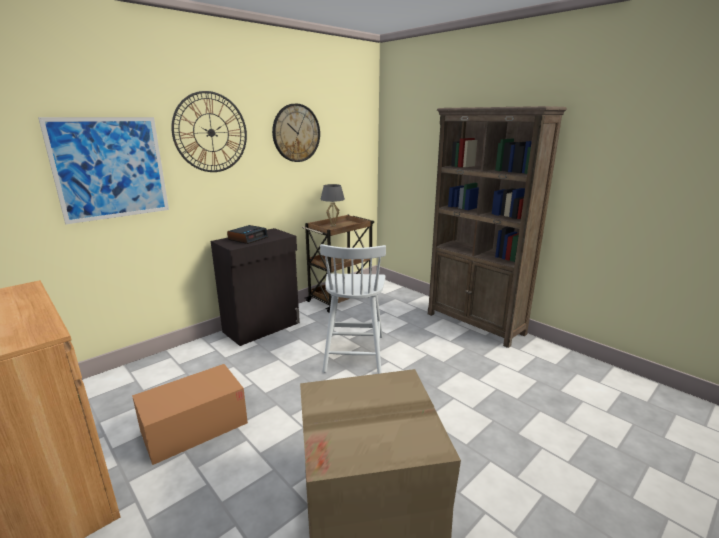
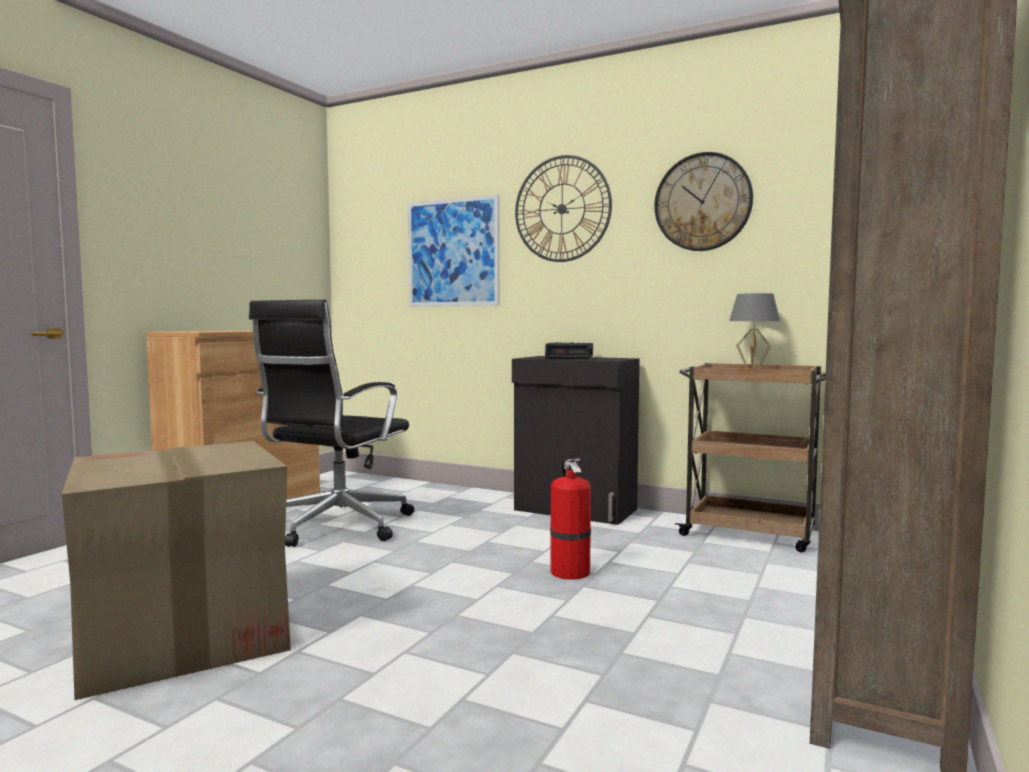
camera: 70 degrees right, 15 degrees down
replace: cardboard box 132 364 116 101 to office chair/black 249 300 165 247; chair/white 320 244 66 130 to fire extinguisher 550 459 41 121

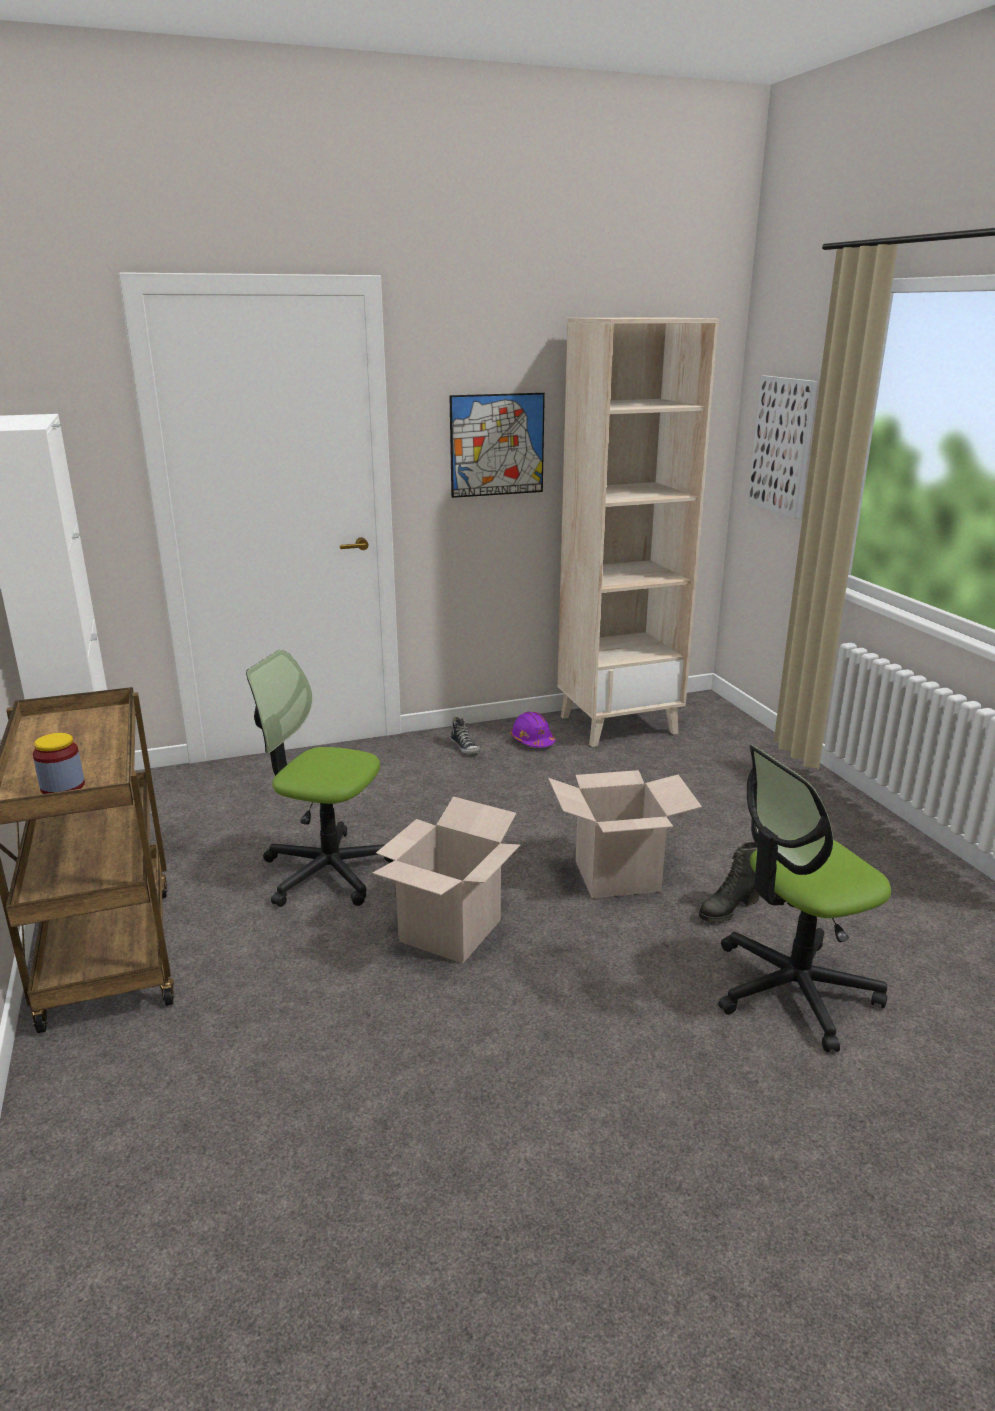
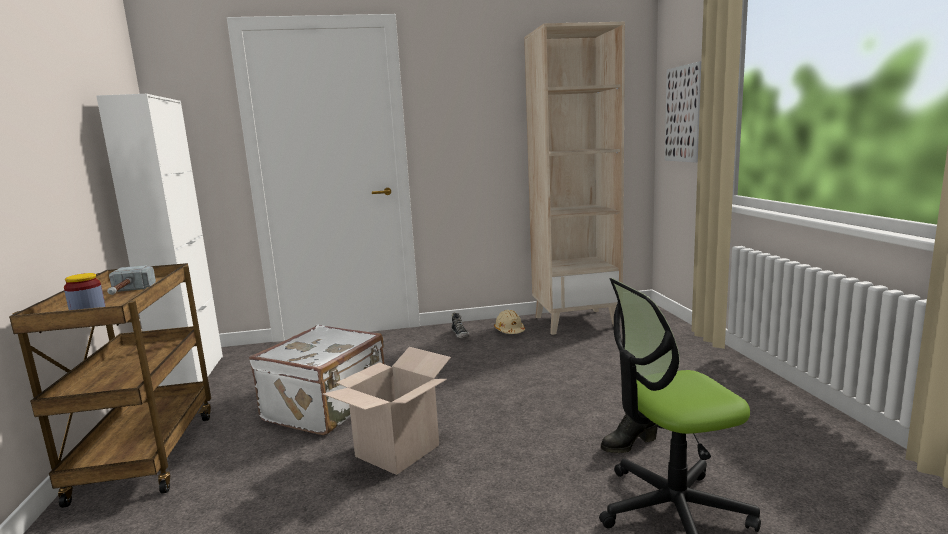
camera: 10 degrees right, 10 degrees down
delete: picture 449 393 96 105; cardboard box 548 770 154 128
insert: hammer 107 265 49 30
replace: office chair 246 650 148 257 to suitcase/white 249 325 135 110
recolor: hard hat/purple 511 712 44 36 to hard hat/beige 494 310 31 24

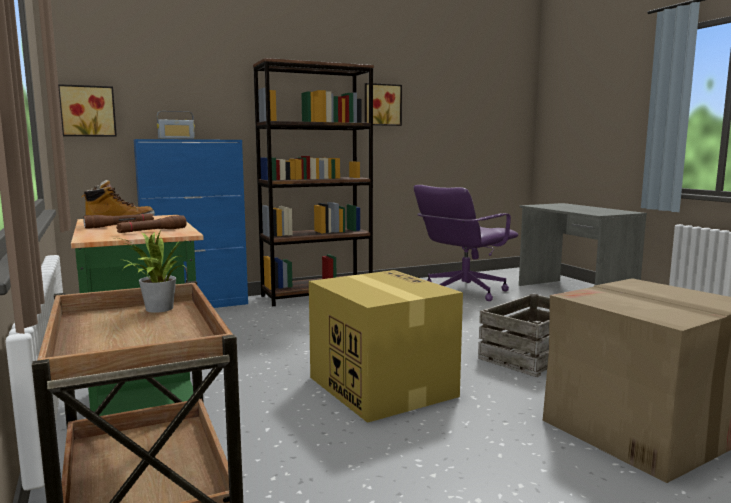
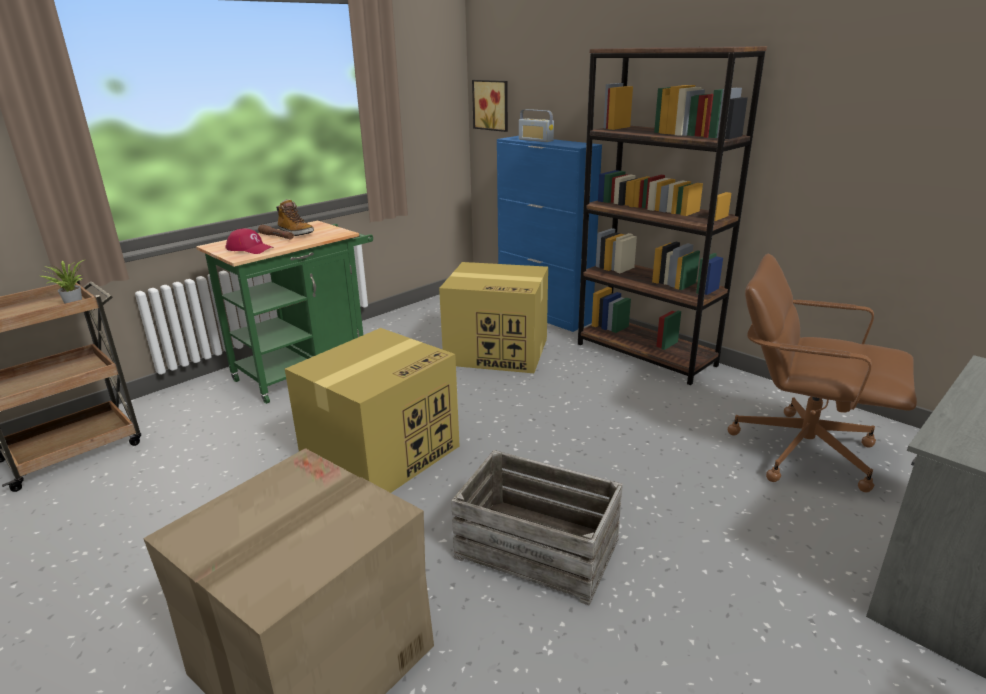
camera: 70 degrees right, 15 degrees up
delete: picture 365 83 37 43
insert: cardboard box 439 262 109 111
replace: flashlight/brown 116 215 71 18 to cap/red 225 228 49 26
recolor: office chair/purple 414 185 104 116 to office chair/brown 728 254 189 238

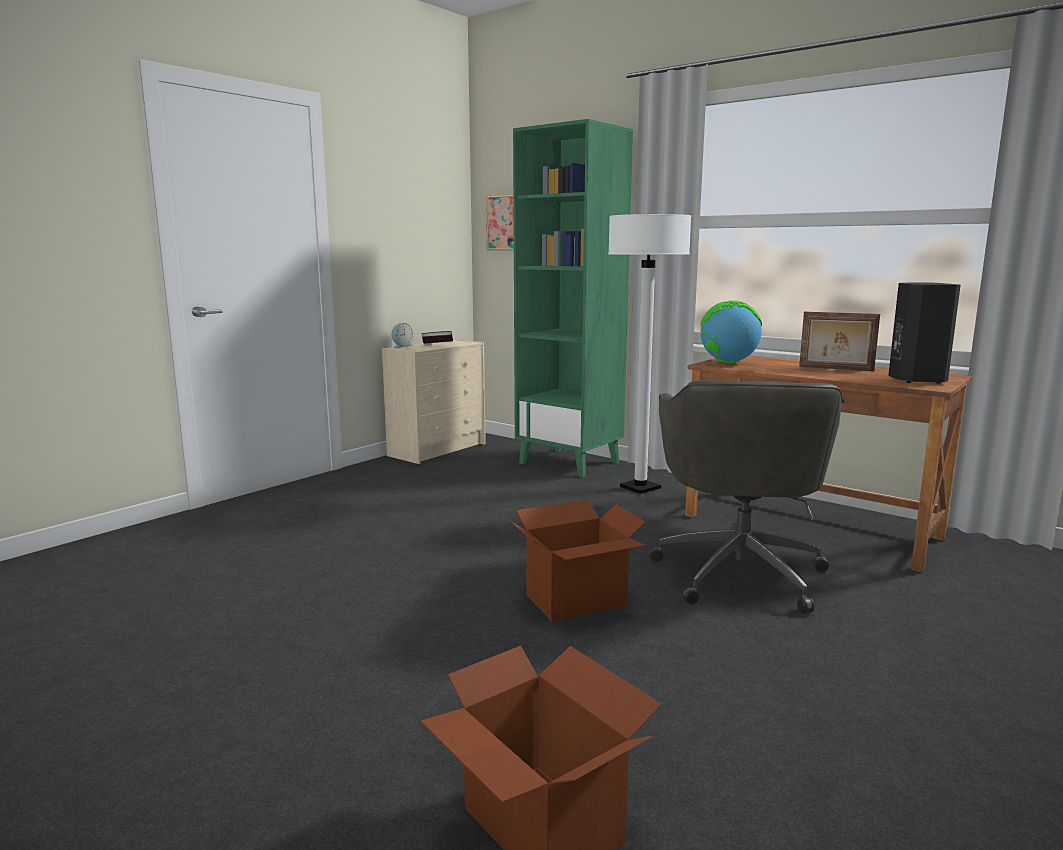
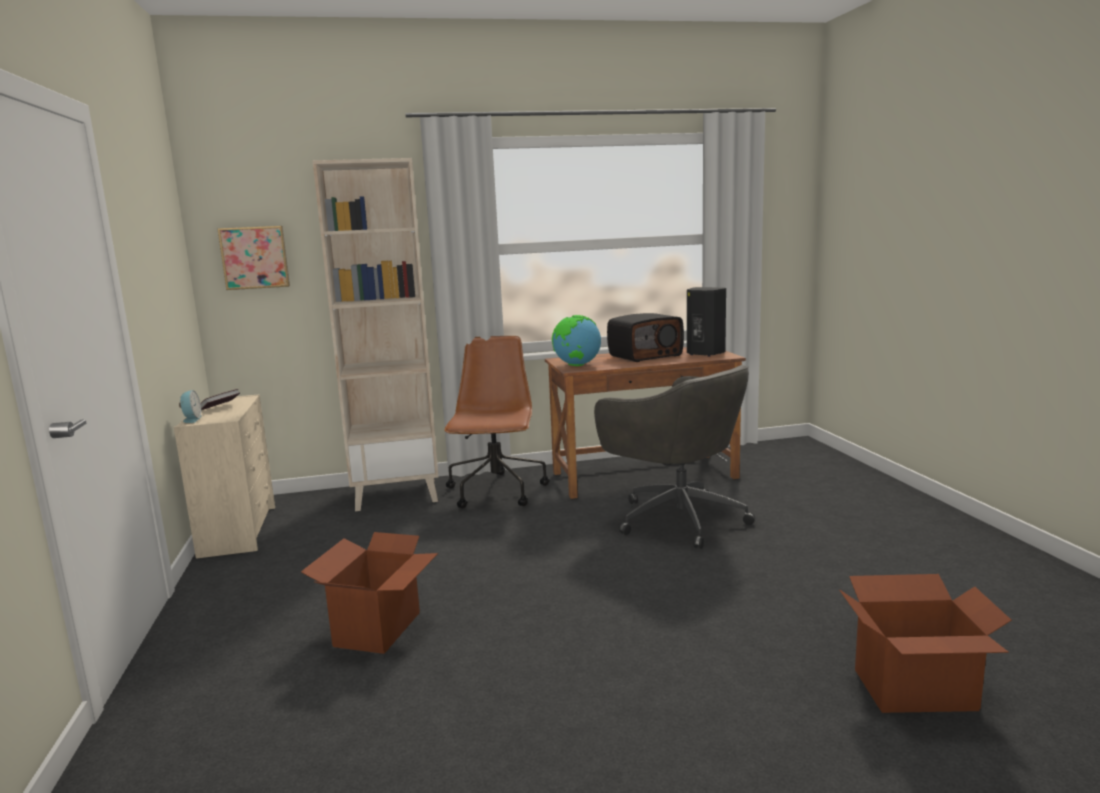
camera: 50 degrees left, 0 degrees up
move: cardboard box 509 500 136 122 to 301 532 137 122
replace: floor lamp/white 608 214 83 280 to office chair/brown 444 336 106 173; picture frame 799 312 81 59 to radio 607 313 77 49
recolor: bookcase/green 513 119 120 359 to bookcase/beige 312 158 126 353

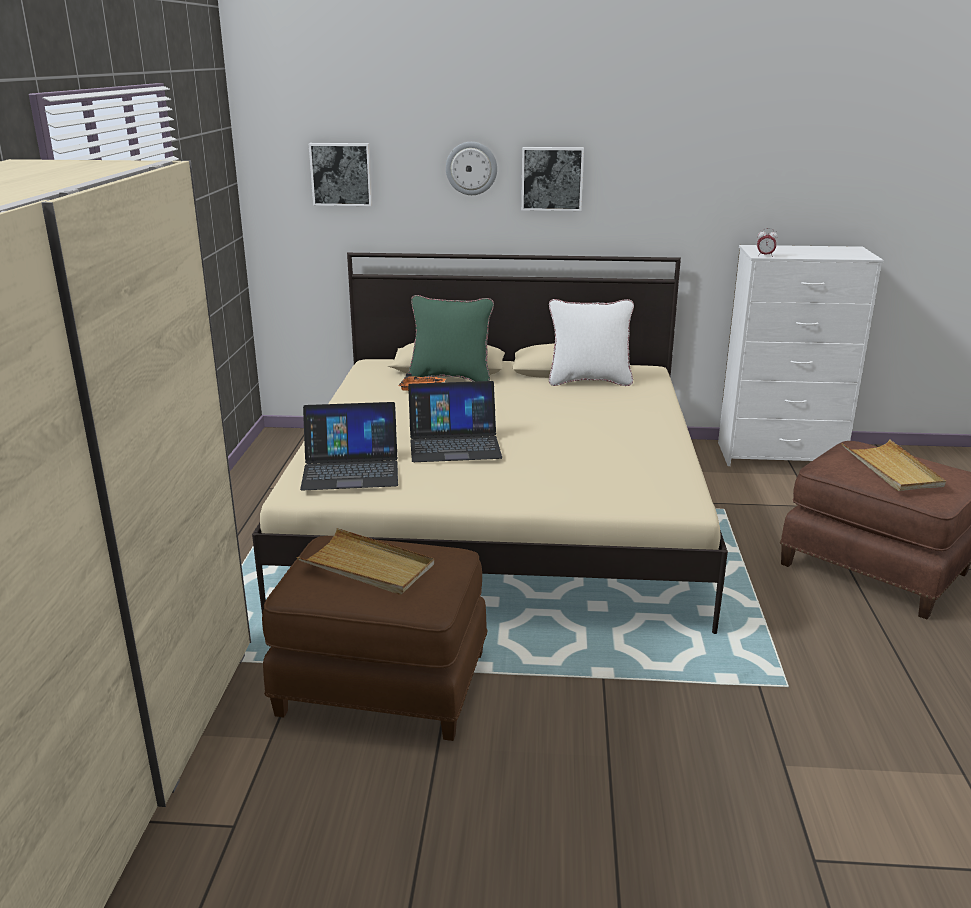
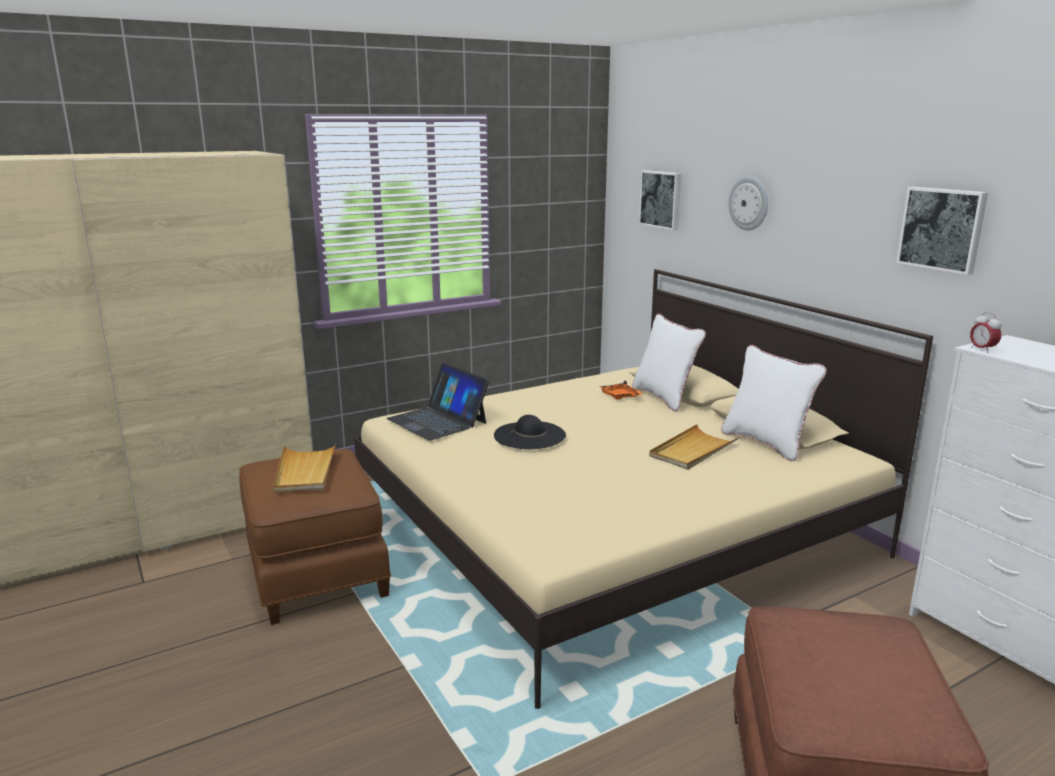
camera: 55 degrees right, 5 degrees down
move: tray/beige 842 439 104 52 to 649 424 90 46; picture 521 147 63 64 to 896 187 92 88
replace: laptop 408 381 94 81 to hat/black 494 415 72 34
recolor: pillow/green 408 295 86 87 to pillow/white 632 314 74 98

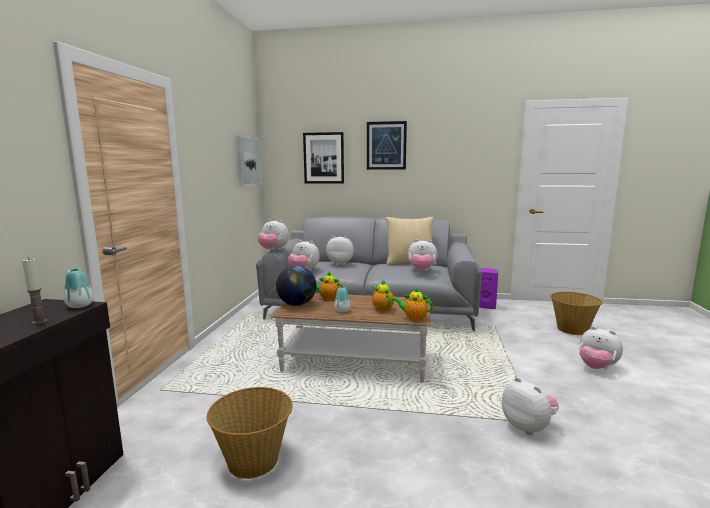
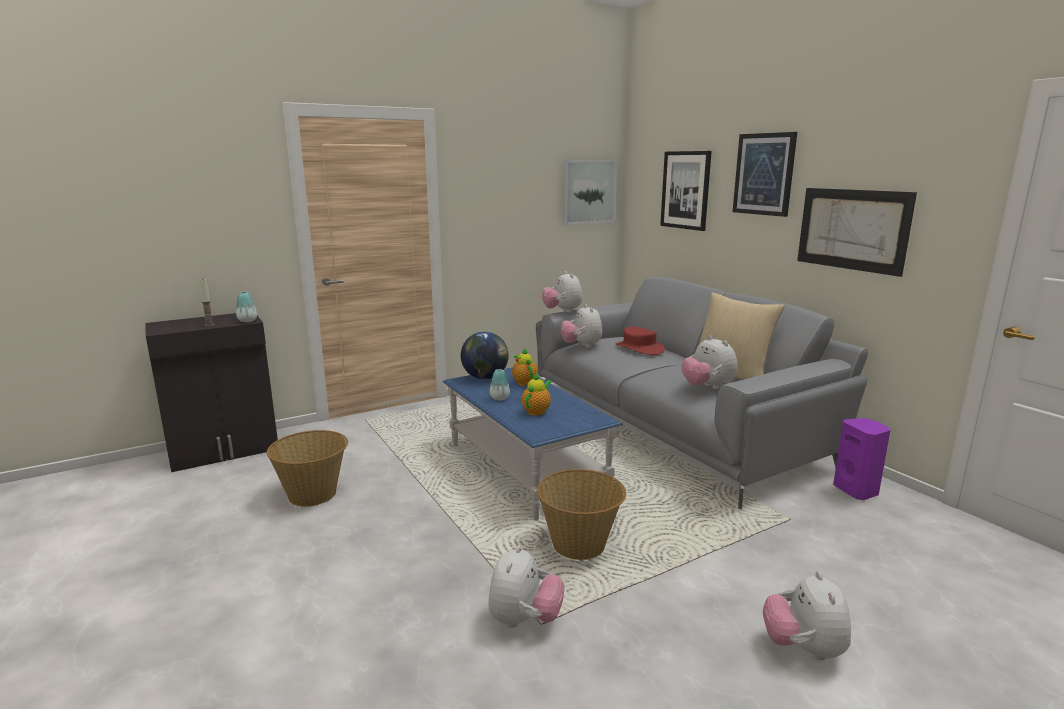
camera: 50 degrees right, 5 degrees up
delete: teapot 392 287 41 34
insert: picture 797 188 120 89
move: basket 550 292 53 43 to 537 469 89 91
replace: plush toy 326 236 28 29 to hat/red 616 327 49 28
recolor: coffee table/brown 271 293 160 90 to coffee table/blue 443 367 180 154

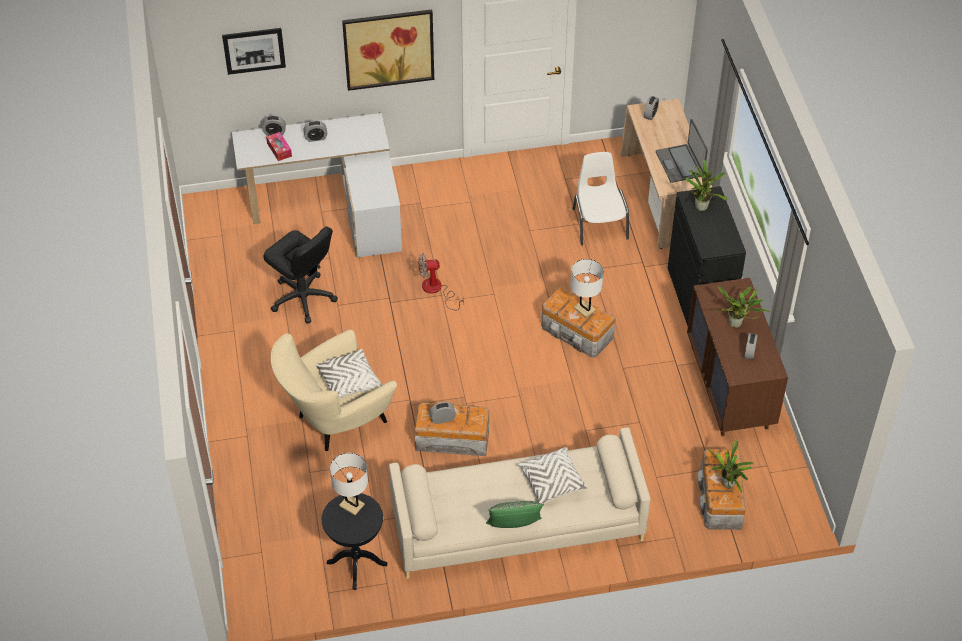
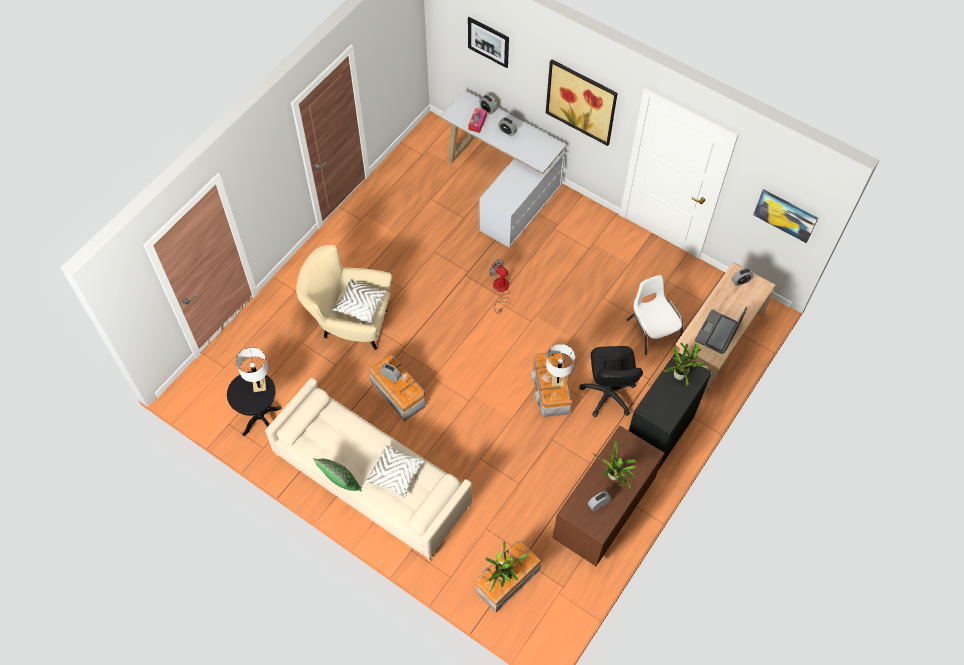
camera: 45 degrees right, 10 degrees up
insert: picture 753 189 65 54
move: office chair/black 263 227 75 96 to 579 346 64 71
rotate: chair/white 573 152 56 93 = 627 275 56 80 60 degrees counterclockwise

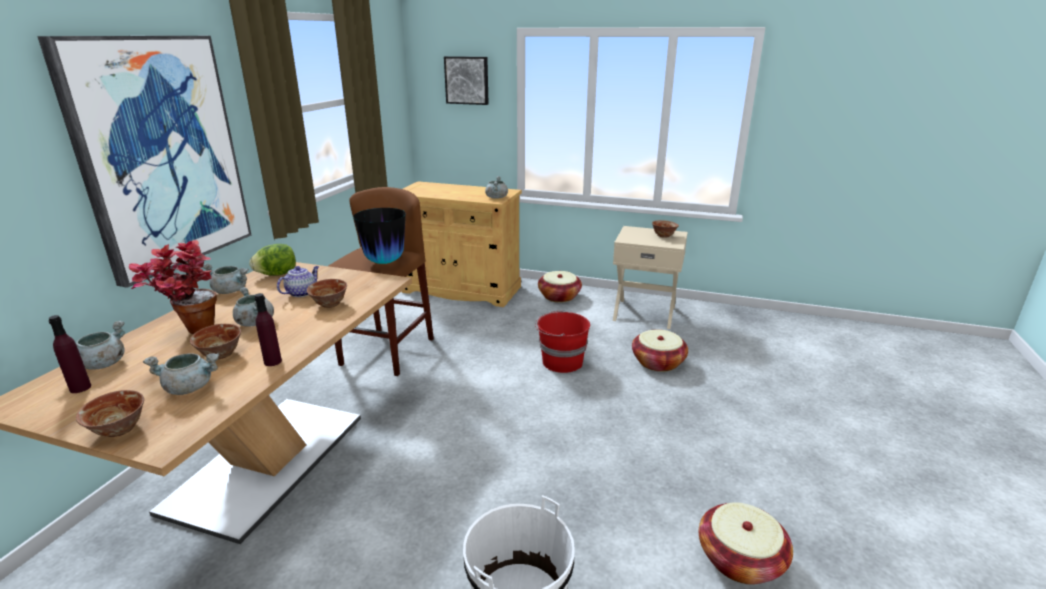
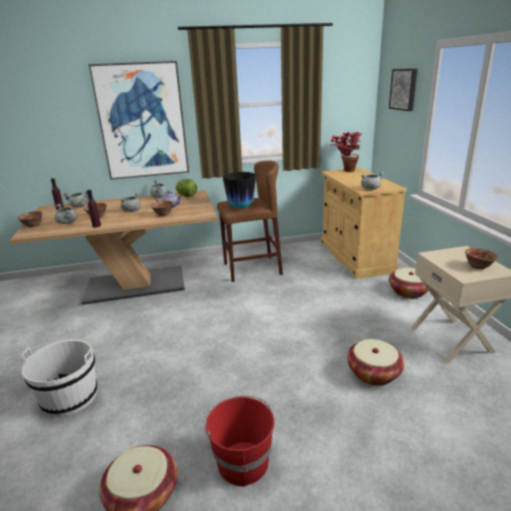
camera: 60 degrees right, 0 degrees up
move: bucket/red 535 310 55 63 to 203 395 71 92; potted plant 129 240 88 94 to 330 132 32 40

